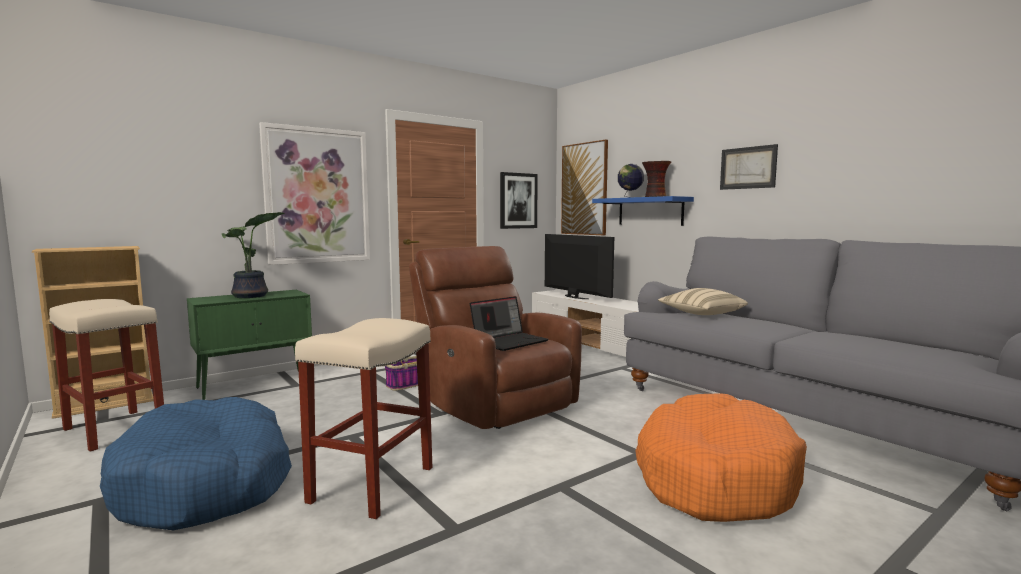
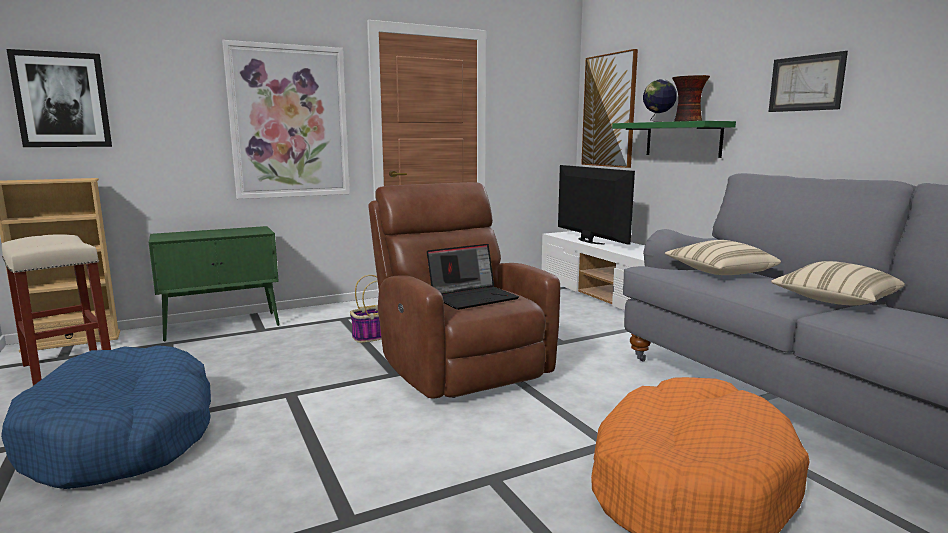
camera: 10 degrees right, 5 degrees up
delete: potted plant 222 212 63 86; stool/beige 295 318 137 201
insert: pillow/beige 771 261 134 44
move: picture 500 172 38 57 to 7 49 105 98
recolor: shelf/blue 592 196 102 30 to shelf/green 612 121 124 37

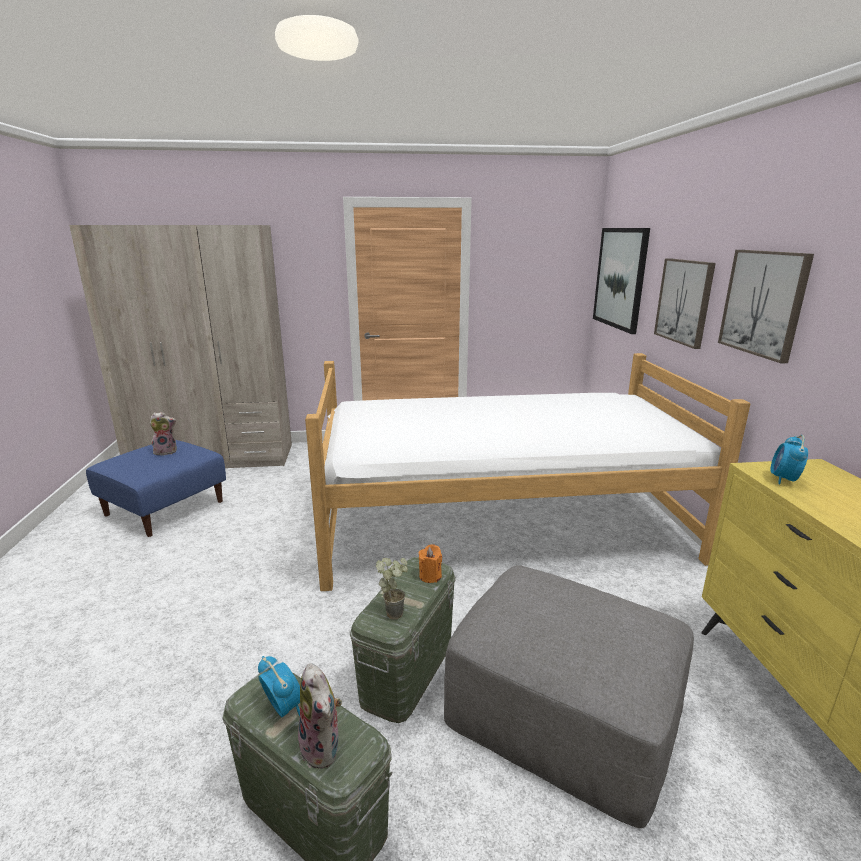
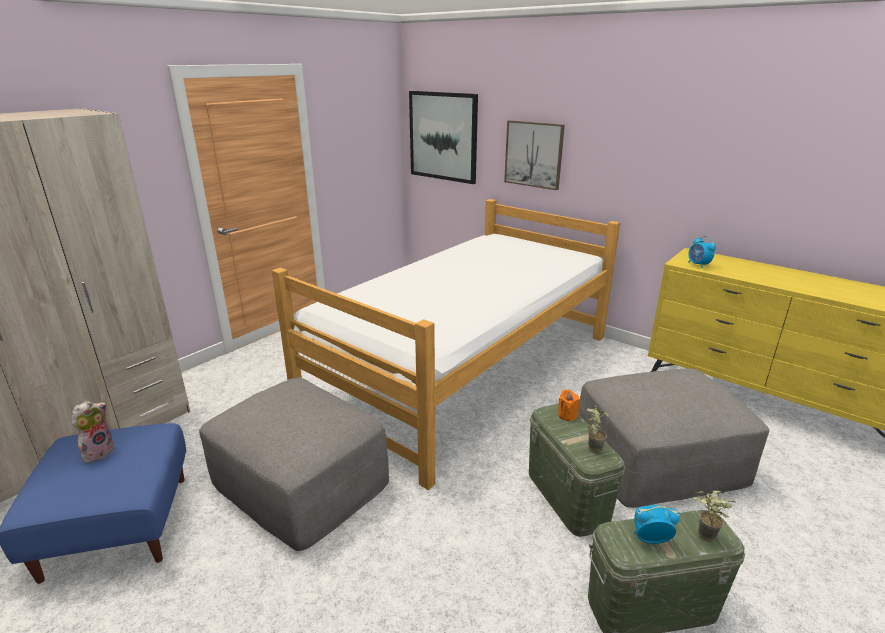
camera: 45 degrees left, 5 degrees up
delete: picture 718 250 96 113
insert: ottoman/grey 199 377 190 174
replace: plush toy 298 663 44 106 to potted plant 693 491 43 51

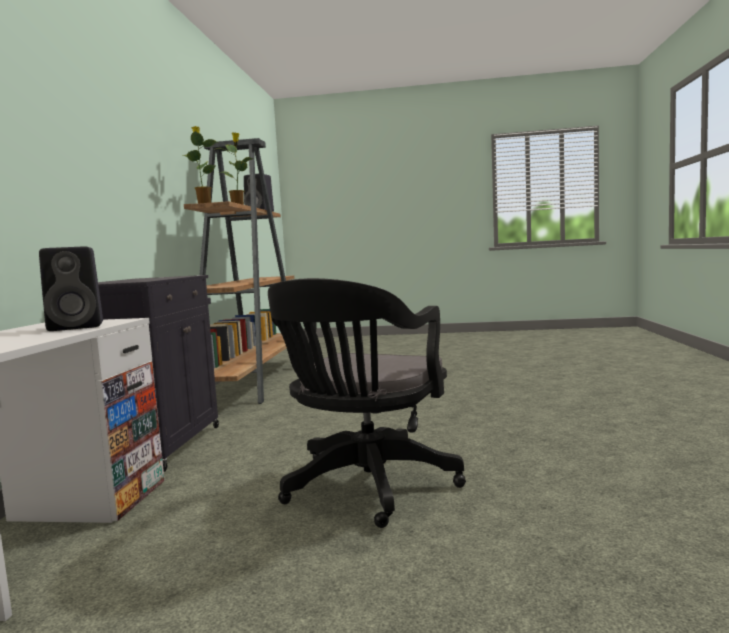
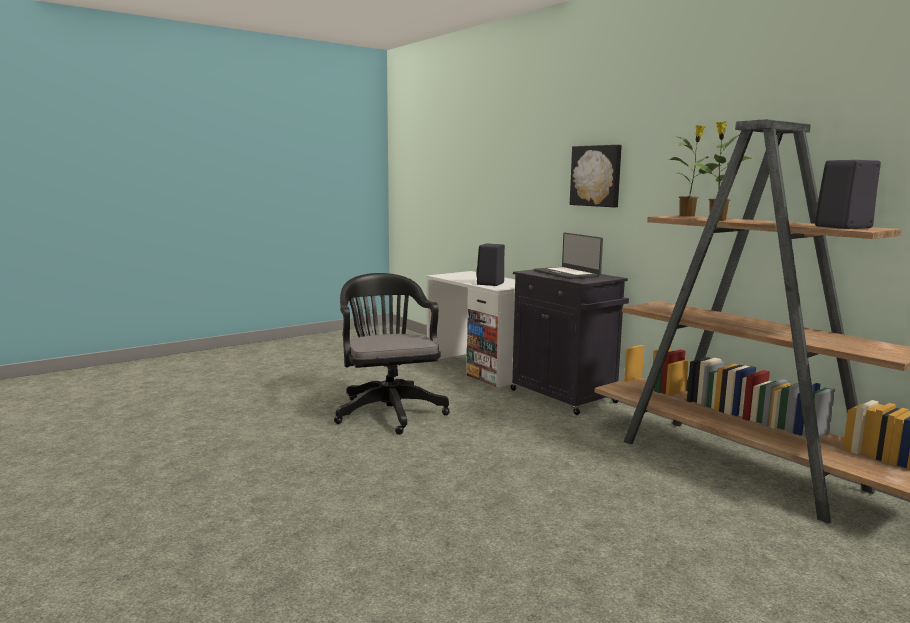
camera: 135 degrees right, 5 degrees up
insert: laptop 534 233 69 46; picture 570 145 52 62

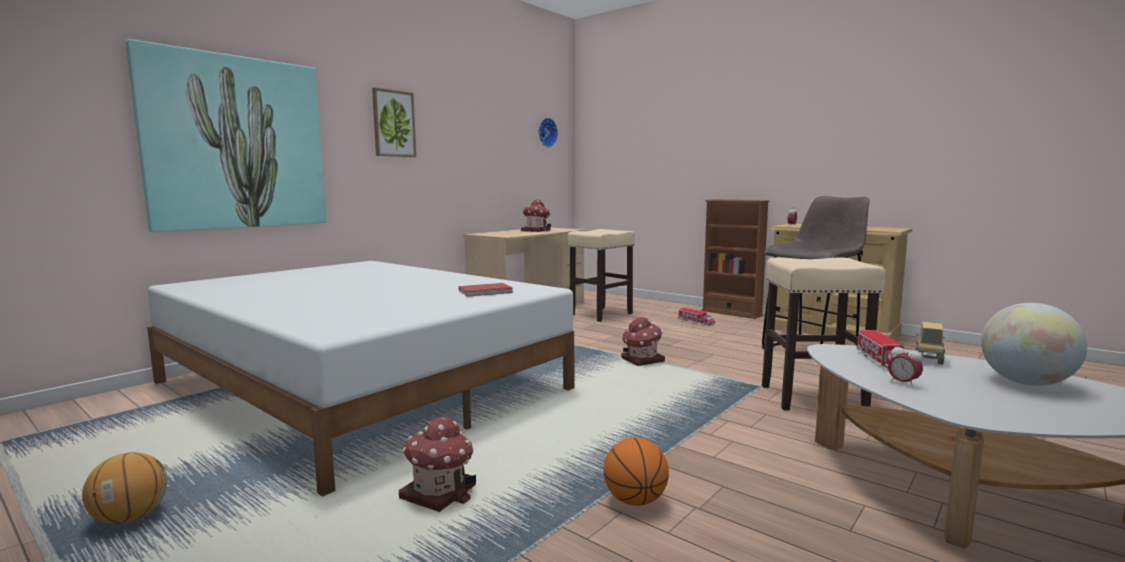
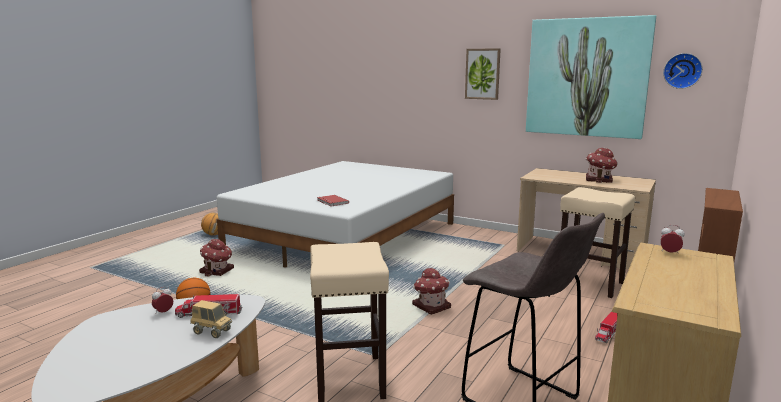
camera: 80 degrees right, 5 degrees up
delete: globe 981 303 106 83
move: picture 126 39 201 193 to 526 15 130 124

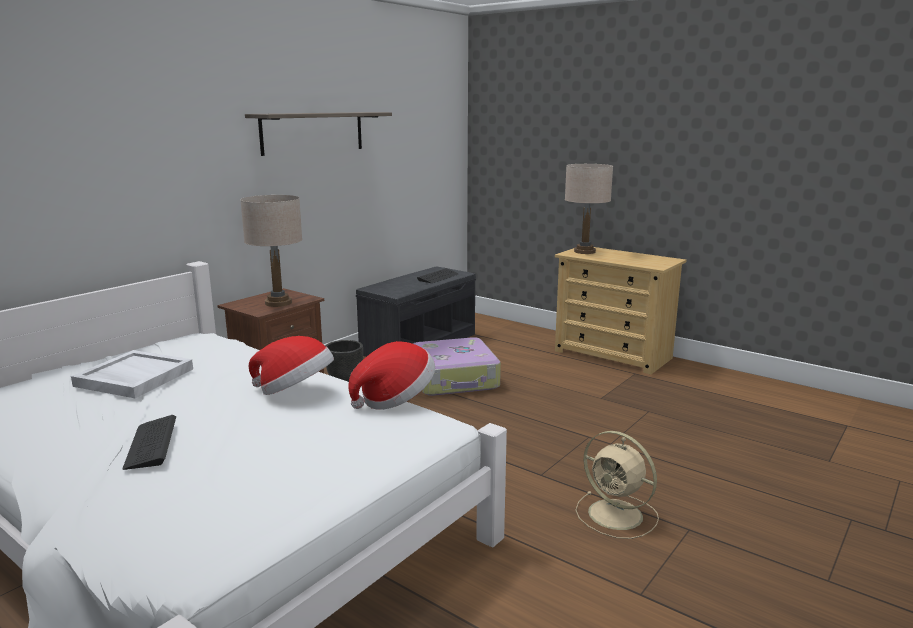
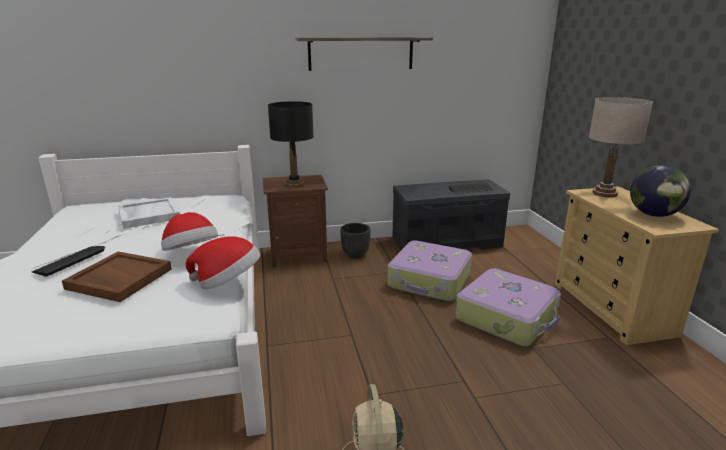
camera: 40 degrees right, 5 degrees up
insert: tray/brown 62 252 110 50; suitcase 455 268 106 78; globe 630 165 61 52
recolor: table lamp/beige 240 195 62 112 to table lamp/black 268 101 46 87

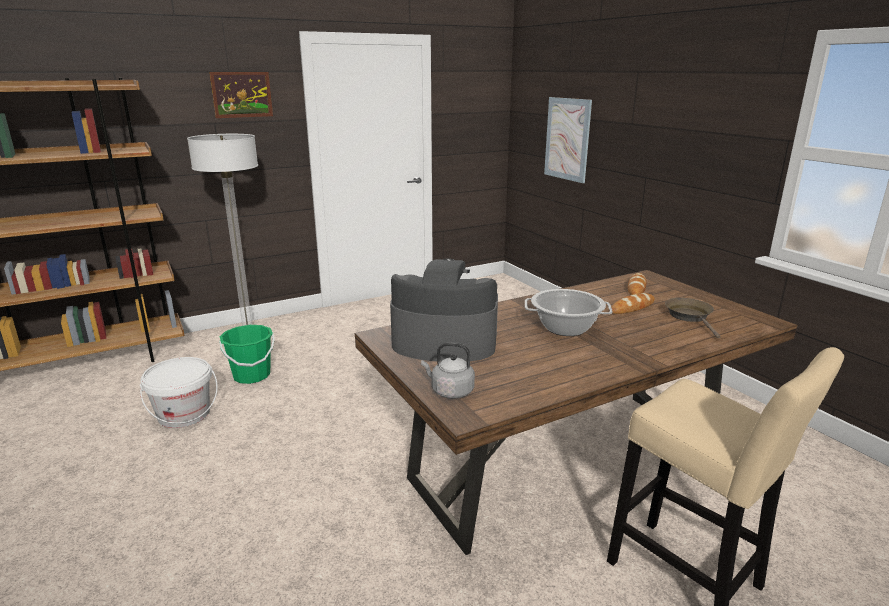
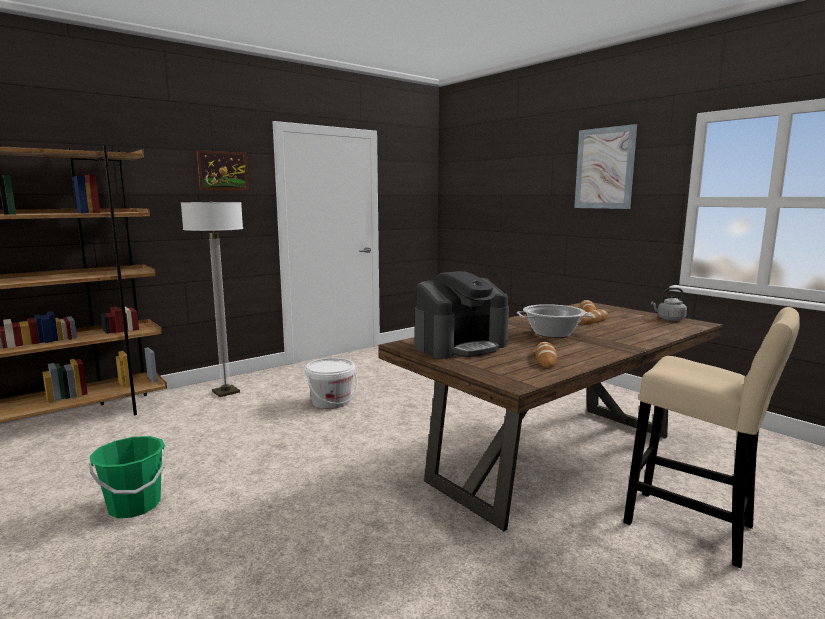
camera: 10 degrees left, 10 degrees down
delete: frying pan/brown 665 298 56 40
insert: bread 536 342 21 26
move: bucket/green 219 325 56 59 to 89 436 78 82; bucket/white 140 357 78 71 to 305 358 53 51; picture 544 97 48 86 to 574 124 63 85; kettle/grey 421 343 54 56 to 651 288 36 33
rotate: coffee machine 390 258 108 104 = 415 271 94 88 150 degrees clockwise

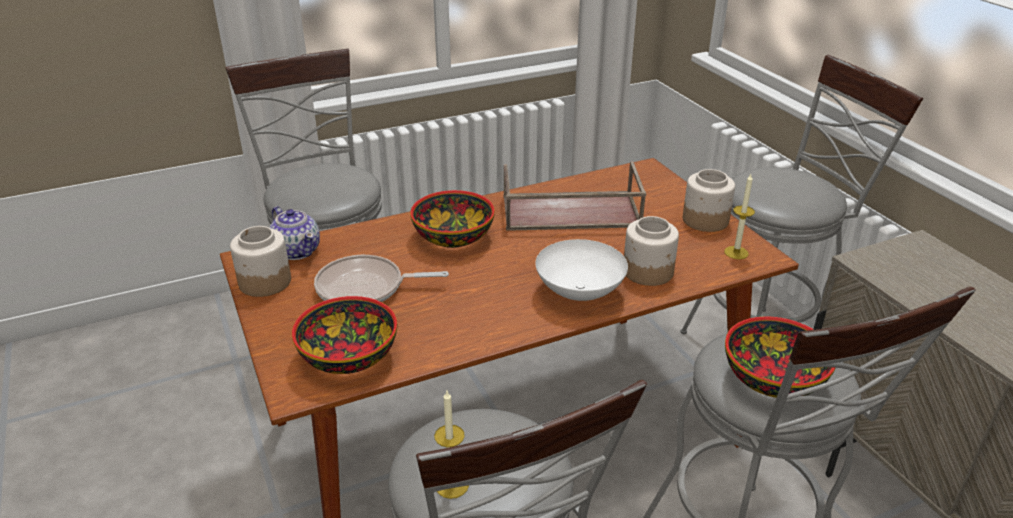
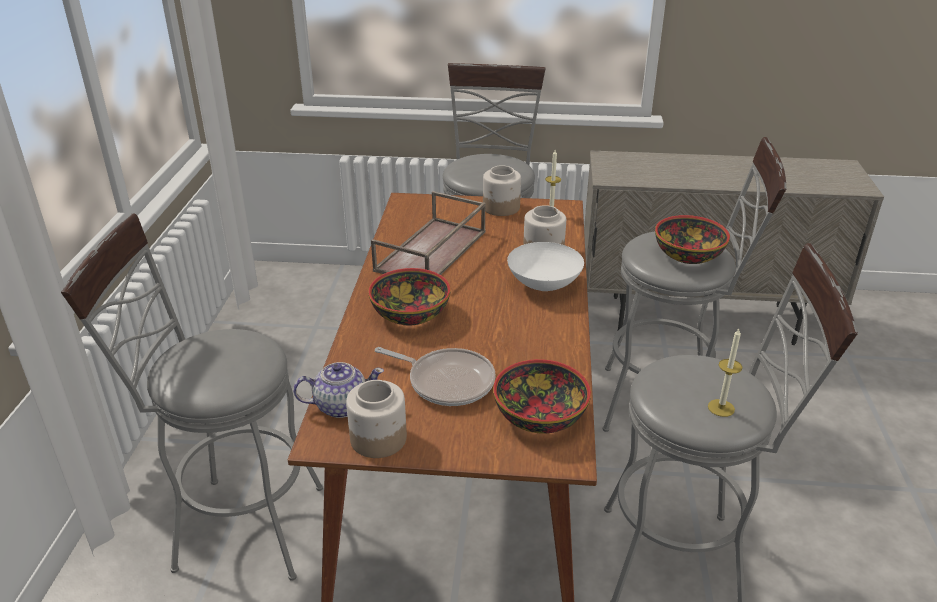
camera: 60 degrees left, 0 degrees up
rotate: frying pan 314 255 135 47 = 375 347 121 59 90 degrees counterclockwise

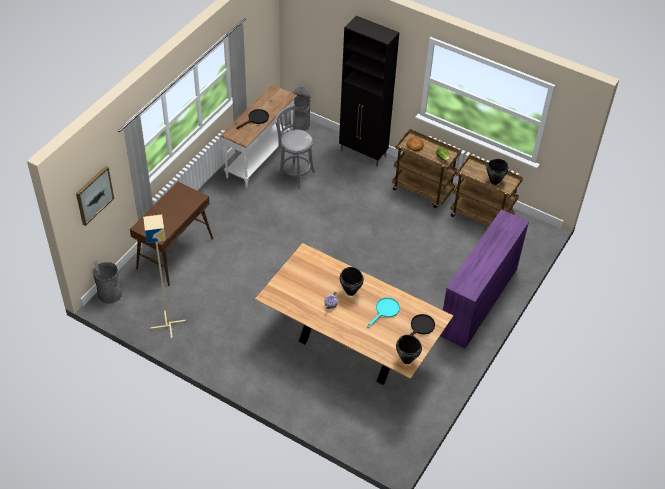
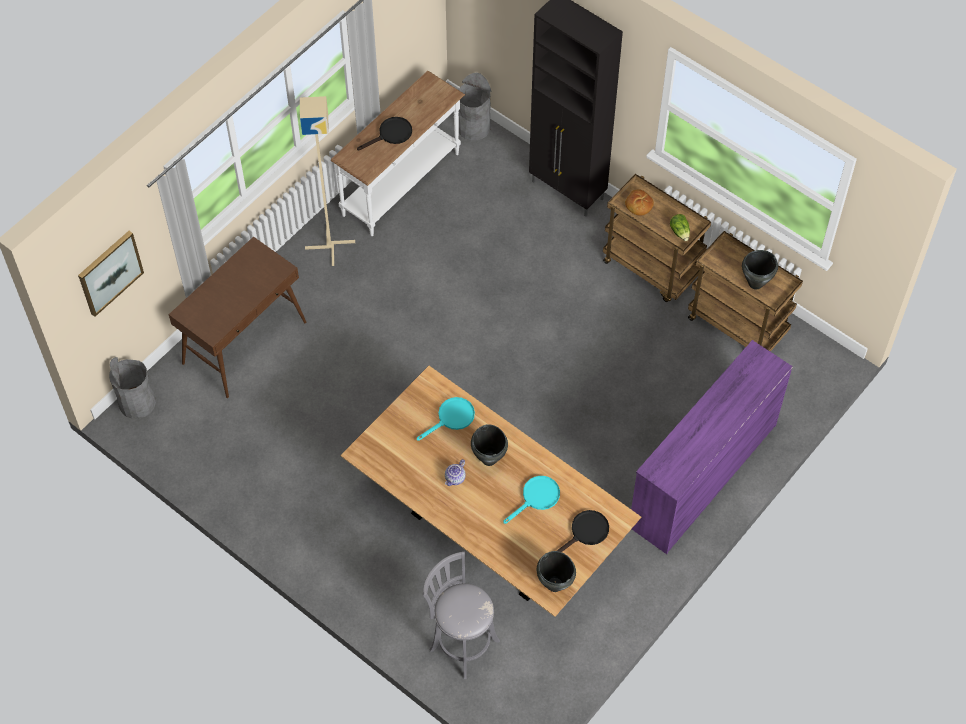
camera: 10 degrees right, 10 degrees up
insert: frying pan/turquoise 417 397 58 44
move: floor lamp/beige 143 214 43 125 to 300 96 55 170; stool/grey 275 105 40 84 to 423 551 77 128

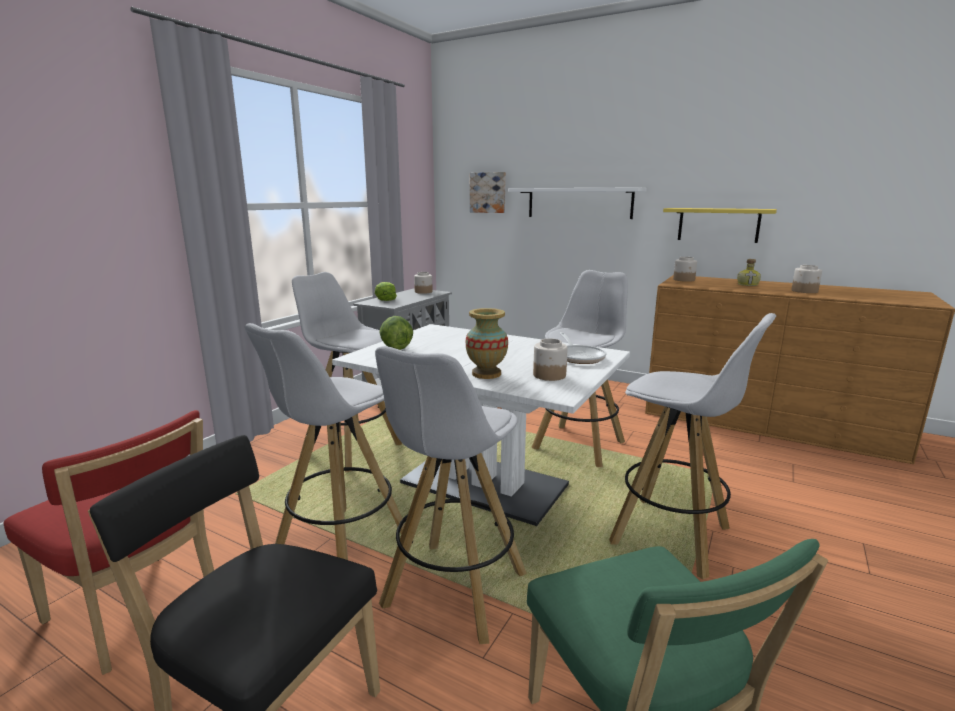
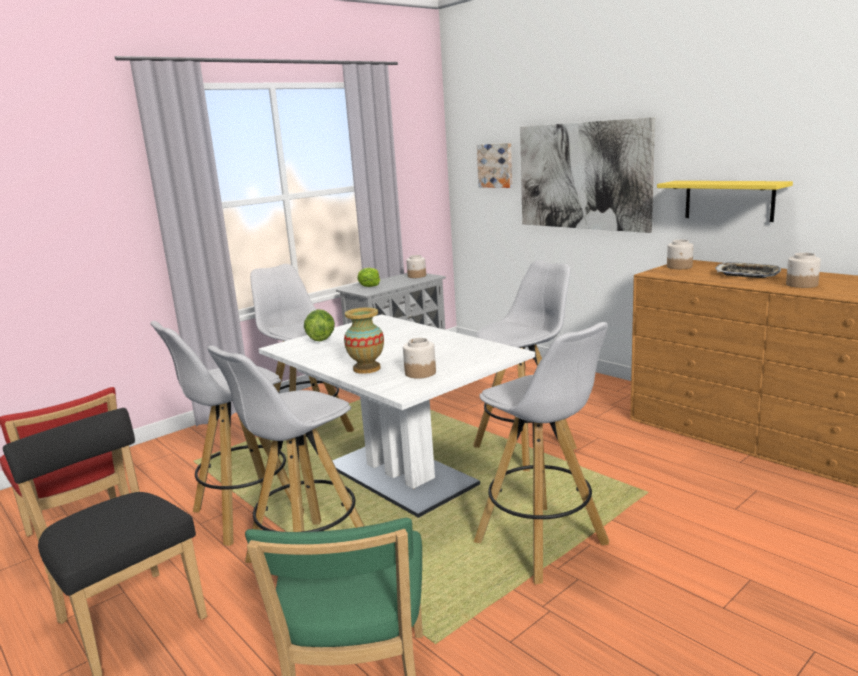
camera: 20 degrees right, 0 degrees up
delete: frying pan 560 332 46 32
replace: shelf/white 508 187 139 32 to picture 520 117 135 116; bottle 737 259 24 27 to tray 716 262 65 16

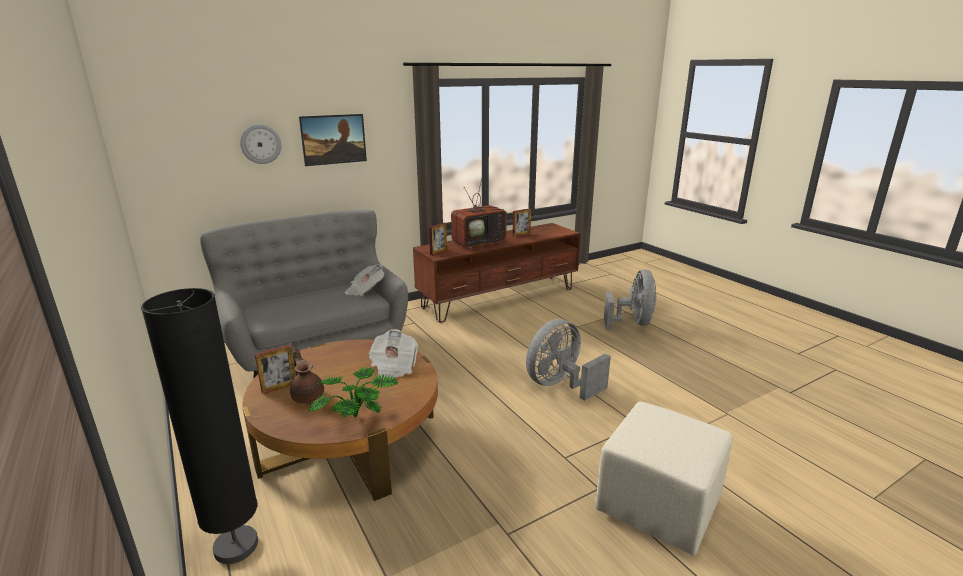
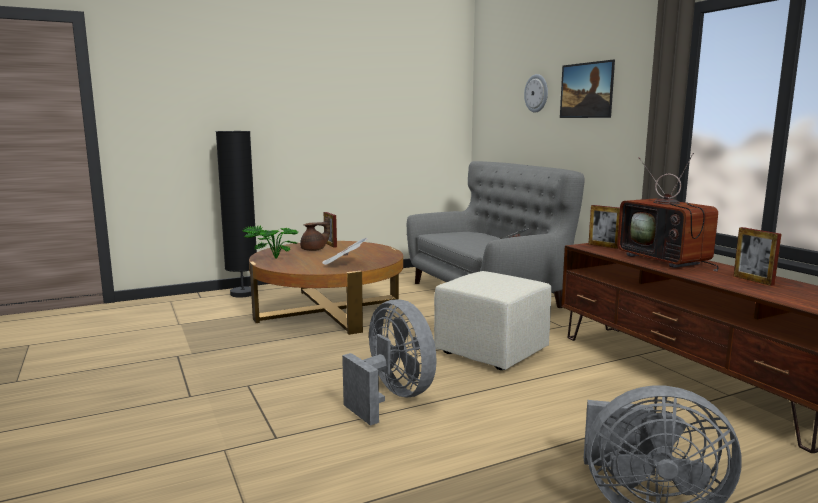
camera: 95 degrees right, 10 degrees down
move: ottoman/beige 595 402 138 154 to 434 271 117 99

